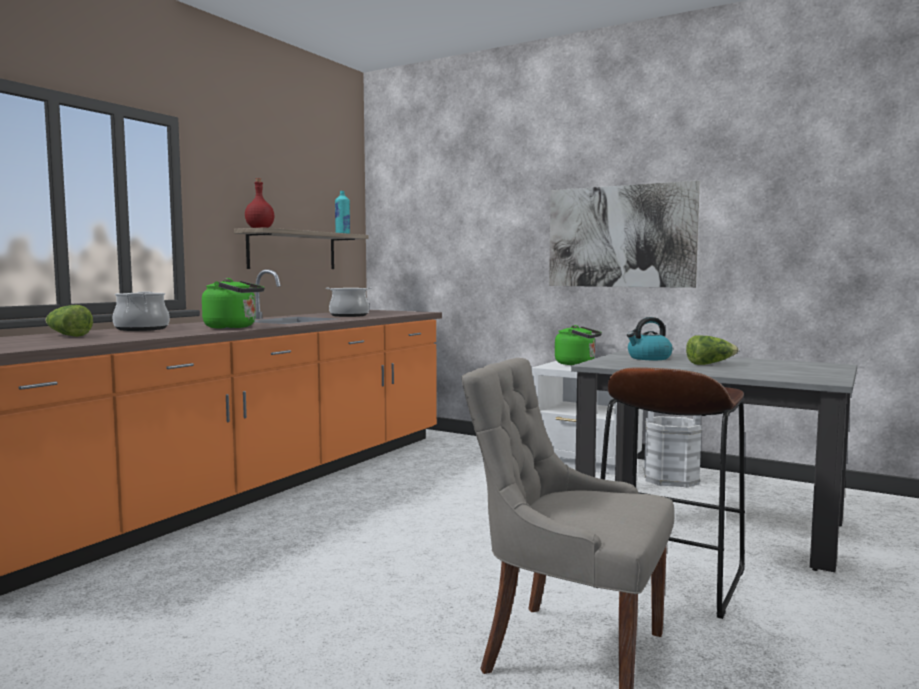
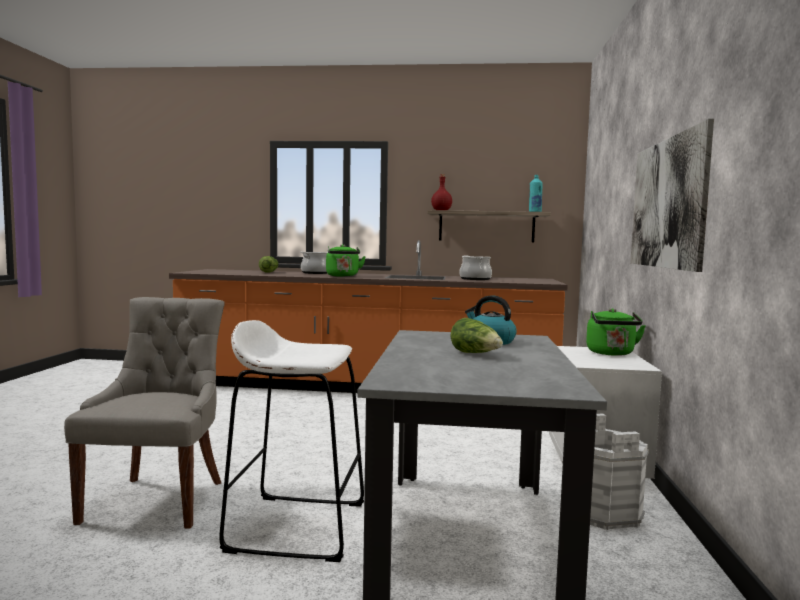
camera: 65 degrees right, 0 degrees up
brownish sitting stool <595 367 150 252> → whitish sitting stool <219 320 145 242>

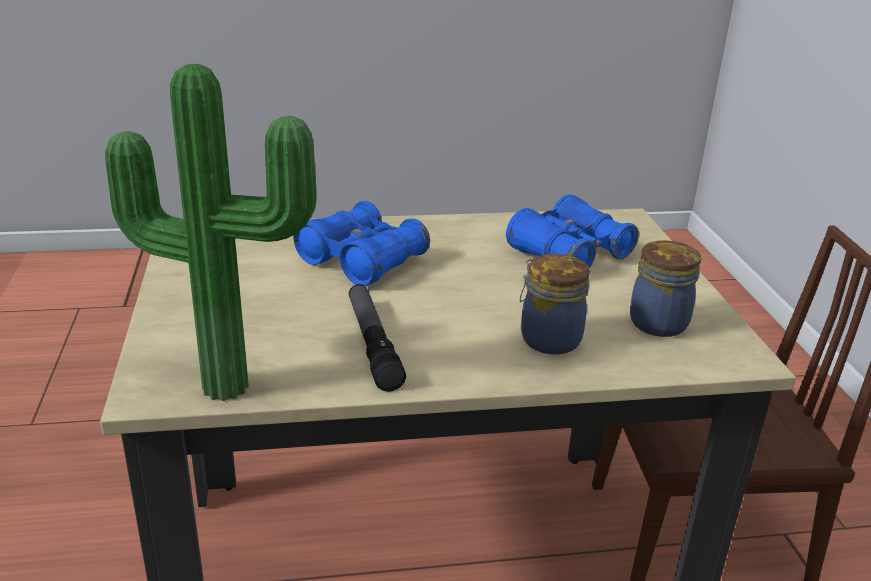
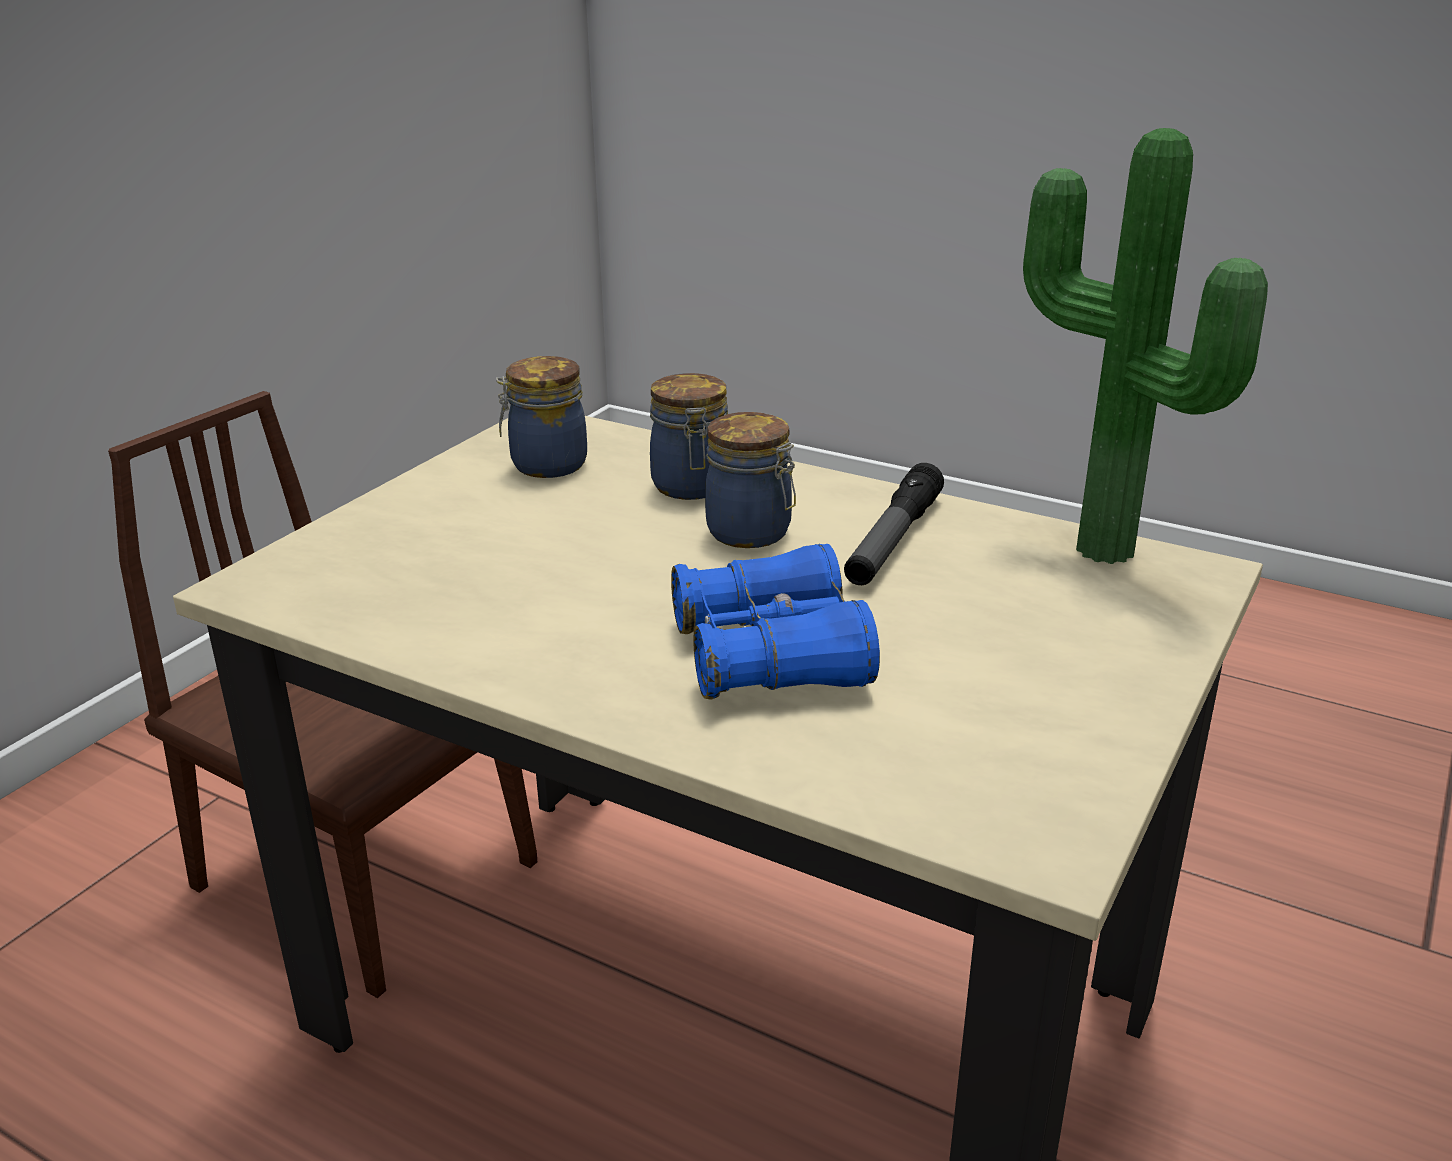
camera: 140 degrees left, 0 degrees up
blue pair of binoculars <506 194 133 74> → -
- → preserve jar <705 412 91 136>

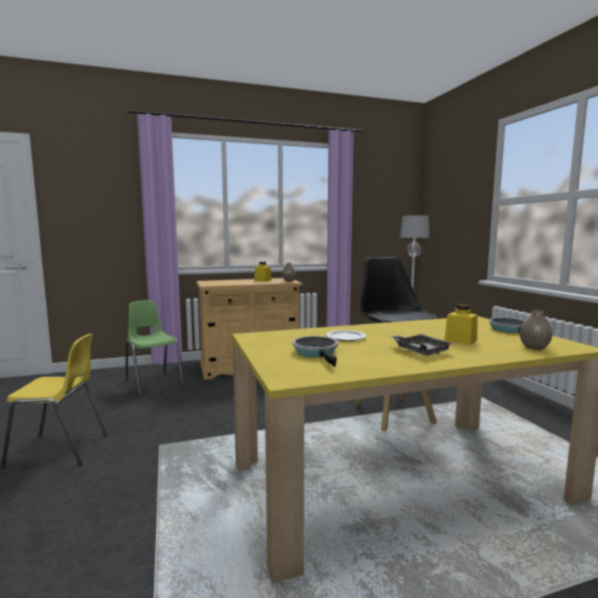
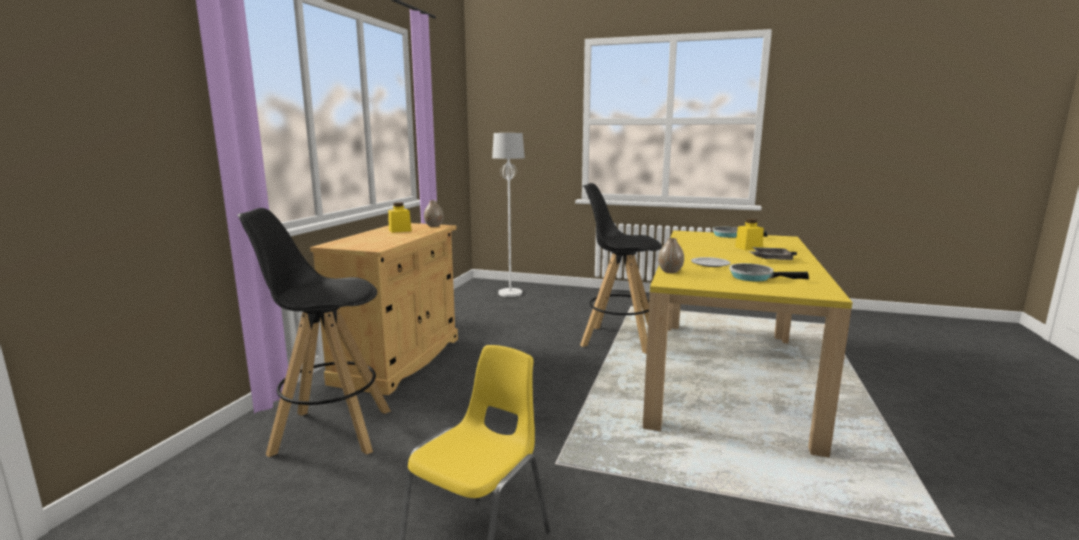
camera: 55 degrees left, 5 degrees up
vase <520 310 32 40> → vase <658 238 26 35>, moved
green-coloured plain chair <126 300 58 95> → black-coloured sitting stool <237 208 154 249>

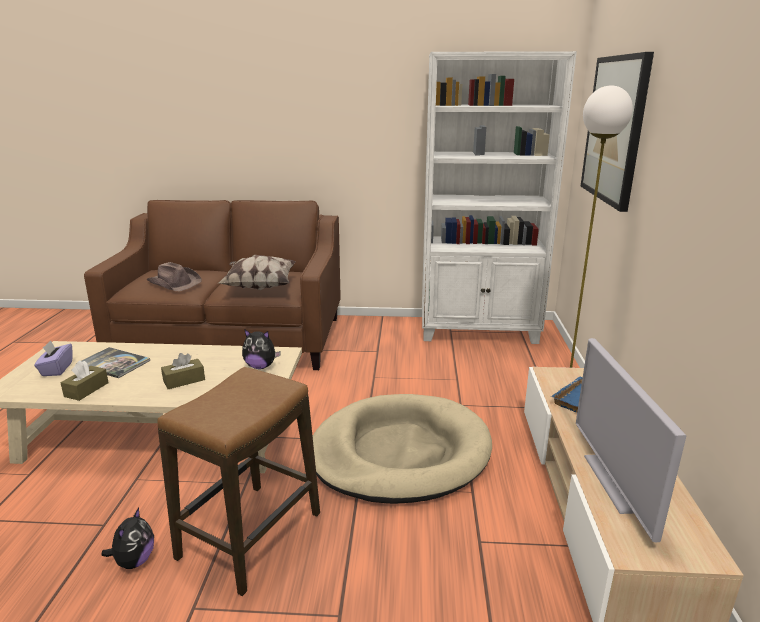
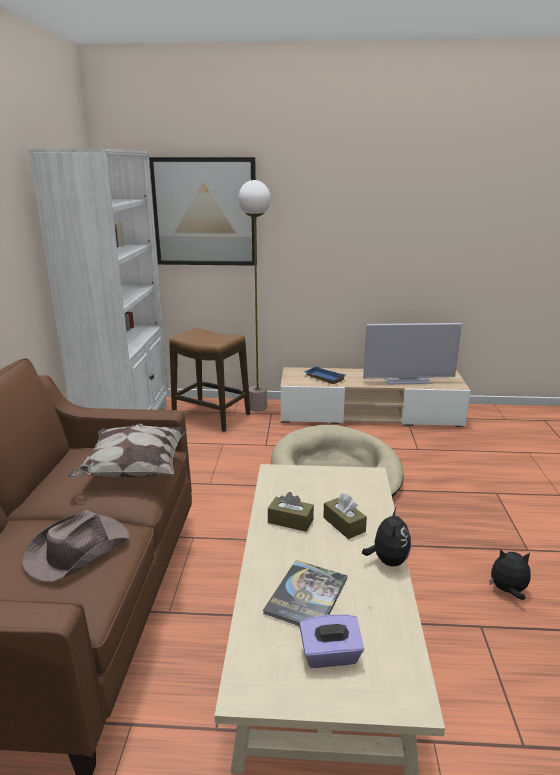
camera: 90 degrees left, 0 degrees up
brownish tissue holder <60 361 49 40> → brownish tissue holder <268 492 46 40>, moved
sitting stool <157 367 163 229> → sitting stool <170 328 80 104>, moved
soft toy <242 329 39 40> → soft toy <362 506 49 60>, moved

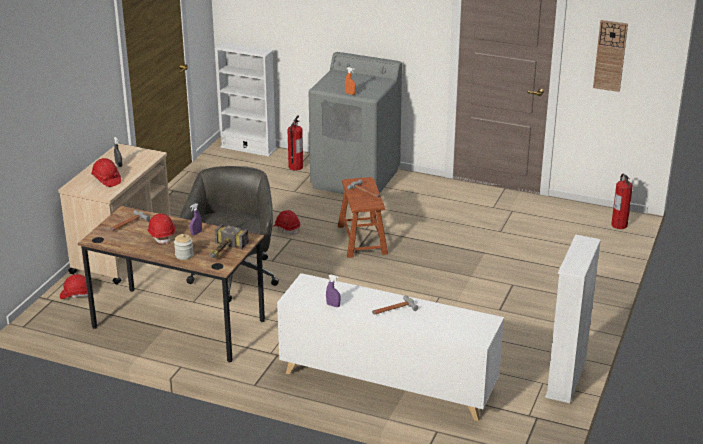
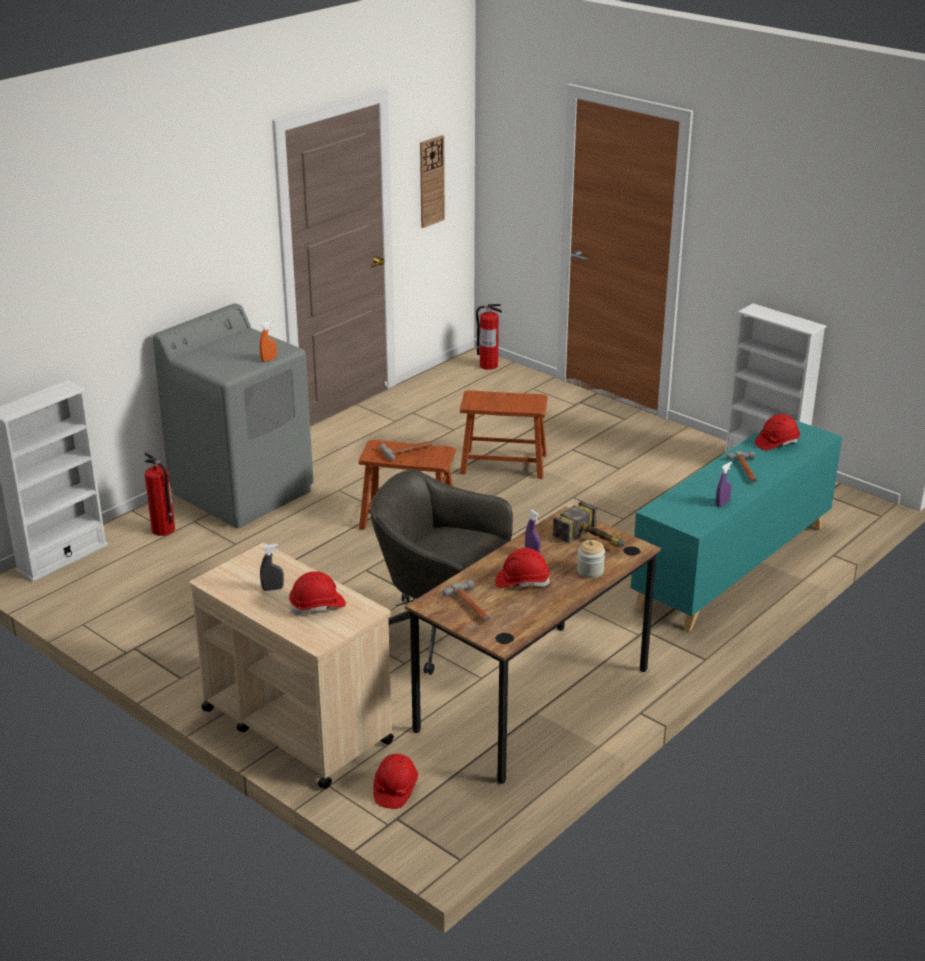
camera: 70 degrees left, 0 degrees up
- → brownish sitting stool <460 390 88 89>
reddish work helmet <273 210 28 25> → reddish work helmet <755 414 45 37>, moved
whitish storage cabinet <277 273 227 148> → turquoise storage cabinet <631 420 211 212>

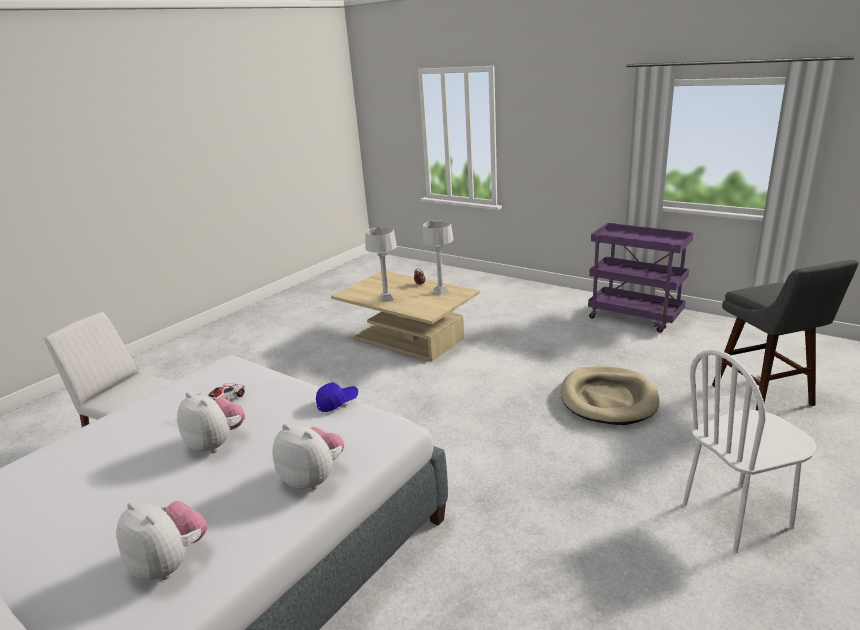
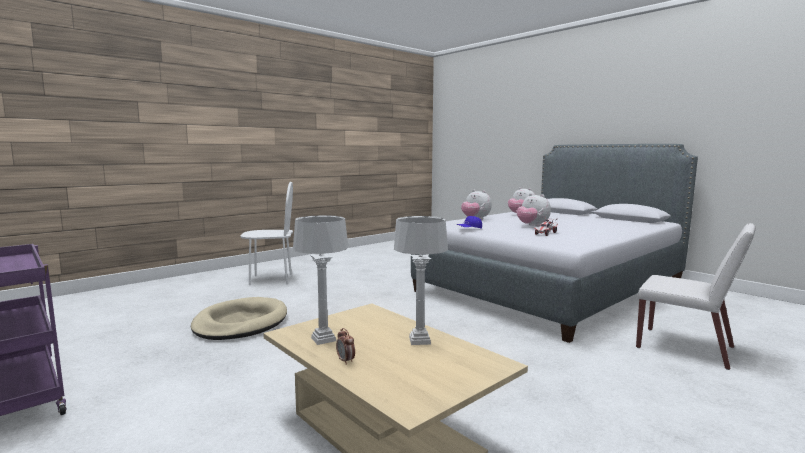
camera: 170 degrees left, 15 degrees down
greyish sitting stool <712 260 147 151> → -

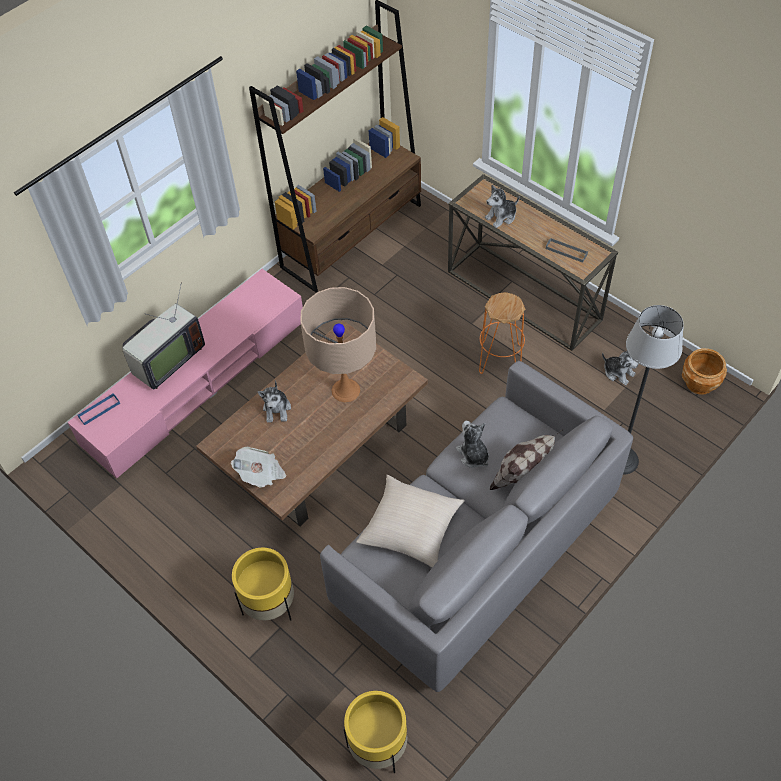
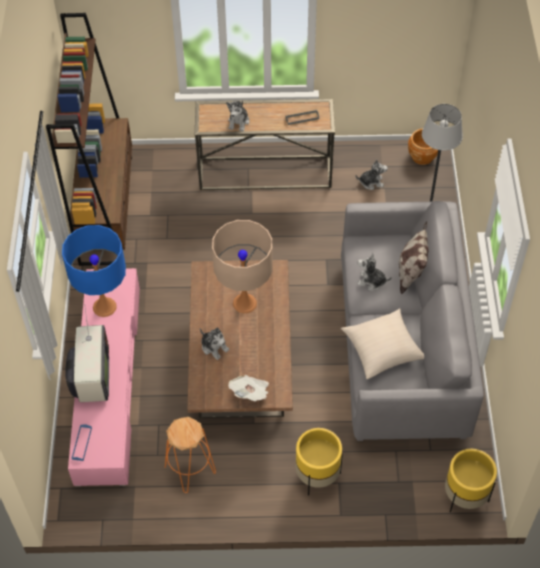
camera: 45 degrees left, 0 degrees up
- → blue table lamp <62 225 64 92>
orange-coloured sitting stool <479 292 46 82> → orange-coloured sitting stool <165 417 51 76>, moved

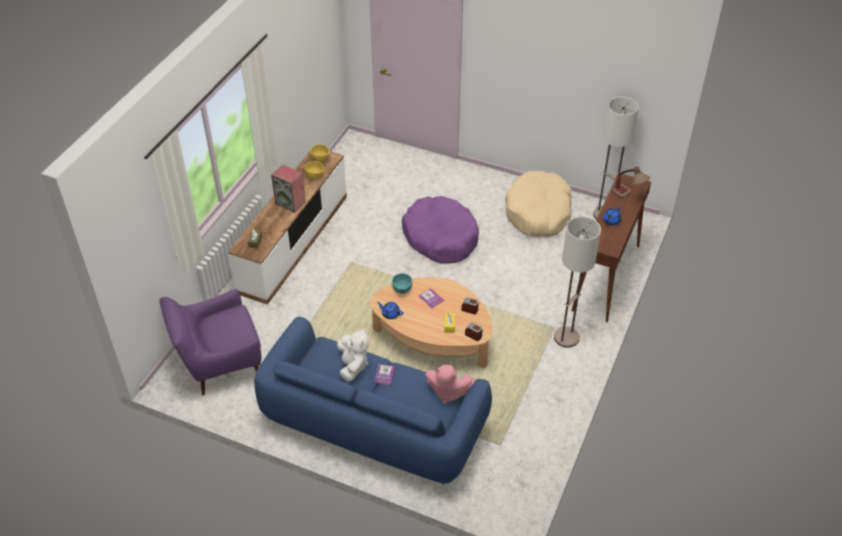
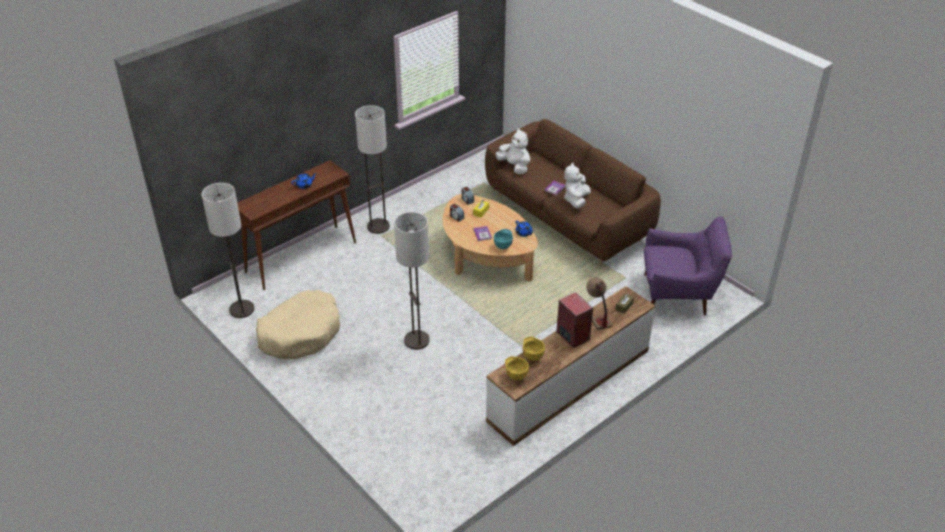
camera: 155 degrees left, 5 degrees down
table lamp <612 167 38 31> → table lamp <586 277 26 53>, moved
purplish dog bed <402 196 77 68> → standard lamp <394 212 36 138>
blue settee <254 317 238 168> → brownish settee <485 119 176 146>
pink-coloured soft toy <425 365 50 39> → whitish soft toy <495 128 35 46>

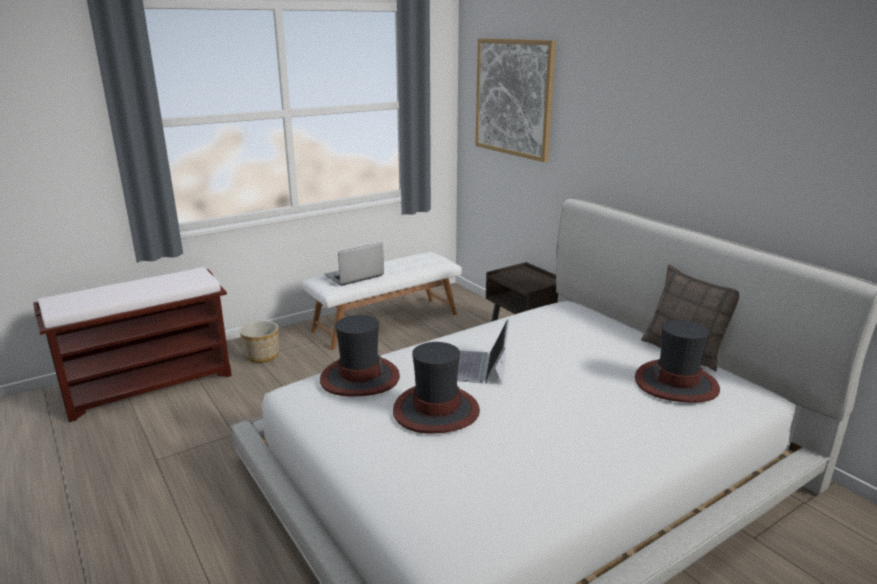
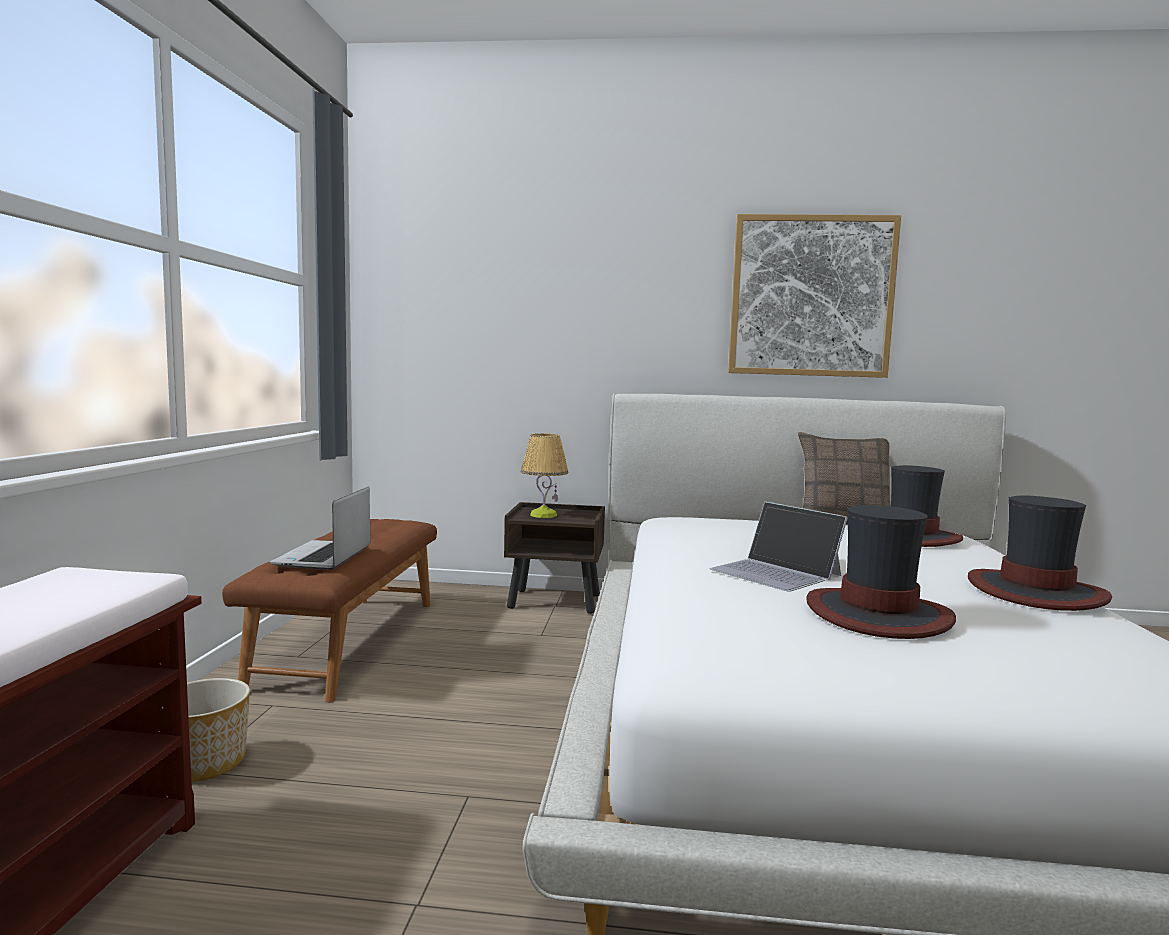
camera: 50 degrees left, 15 degrees down
- → table lamp <521 433 47 85>
clothing hat <320 315 80 81> → clothing hat <968 495 144 116>, moved
wall art <475 38 81 124> → wall art <728 214 173 164>, moved
whitish bench <303 252 159 98> → brownish bench <222 519 215 184>

